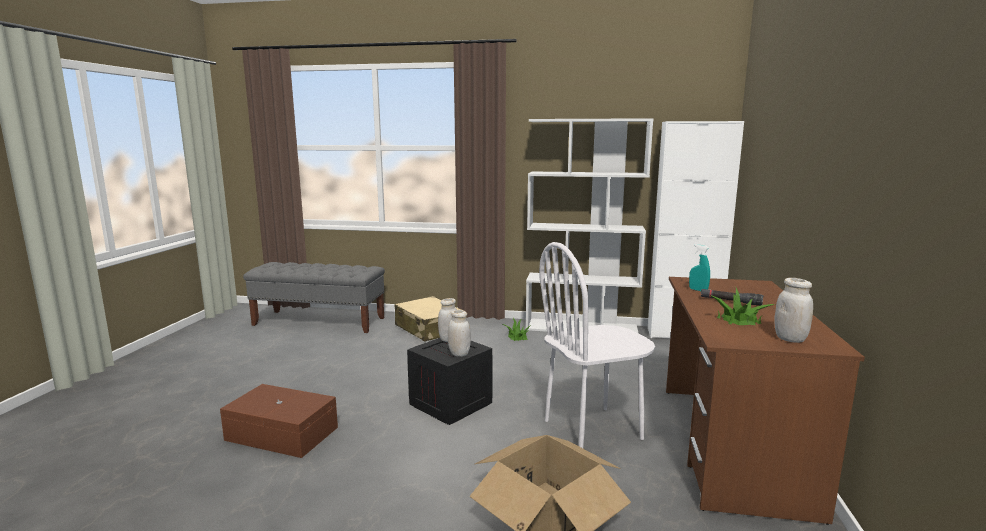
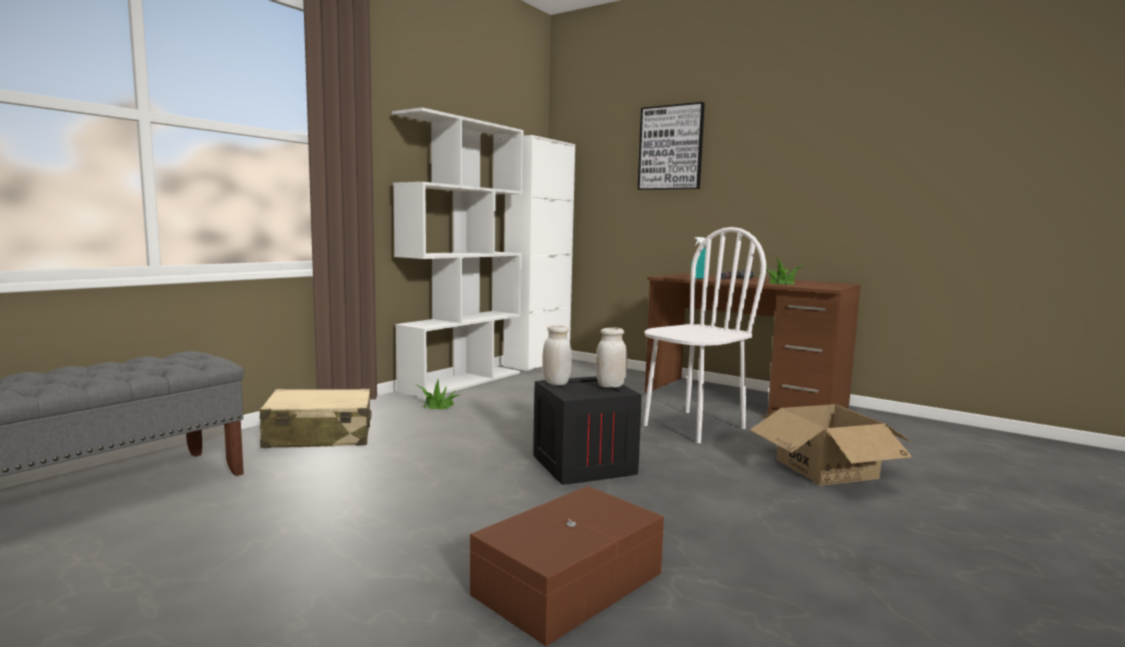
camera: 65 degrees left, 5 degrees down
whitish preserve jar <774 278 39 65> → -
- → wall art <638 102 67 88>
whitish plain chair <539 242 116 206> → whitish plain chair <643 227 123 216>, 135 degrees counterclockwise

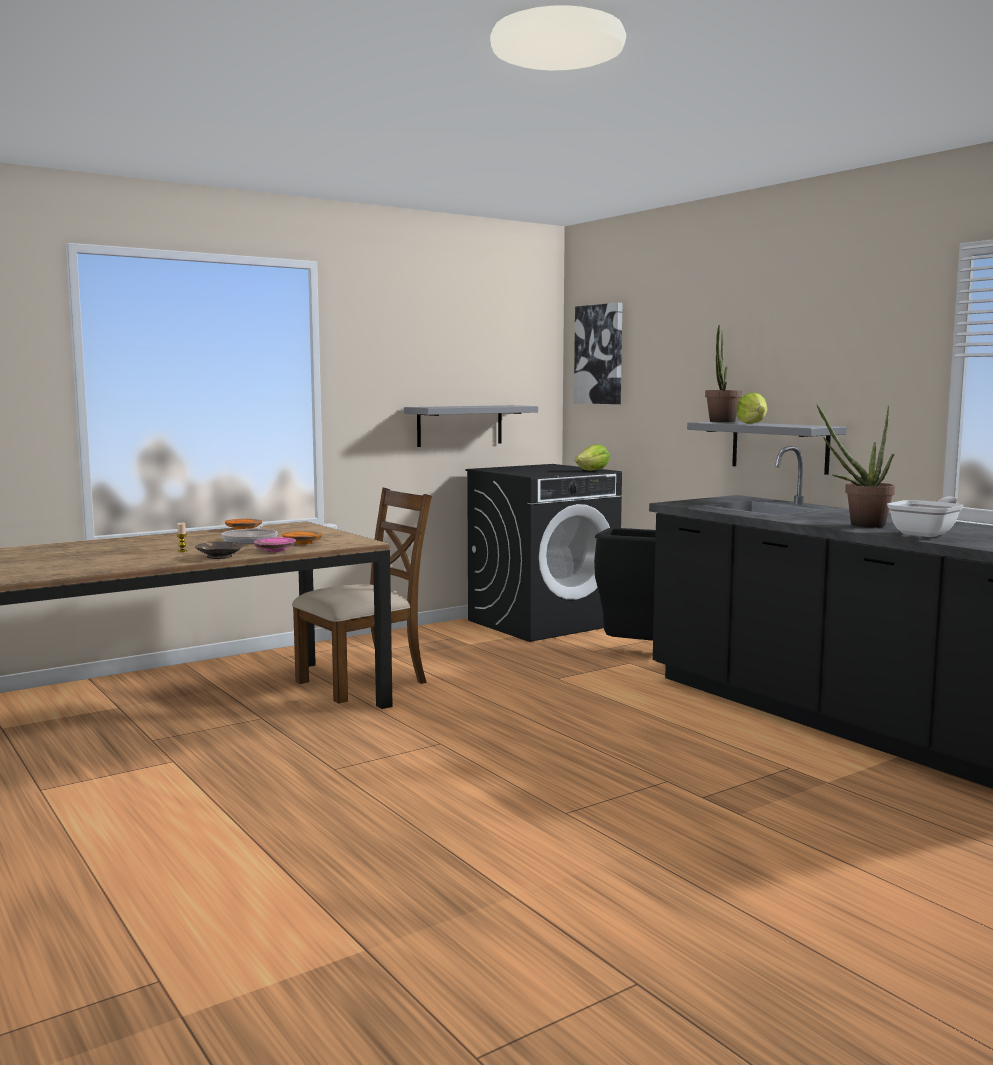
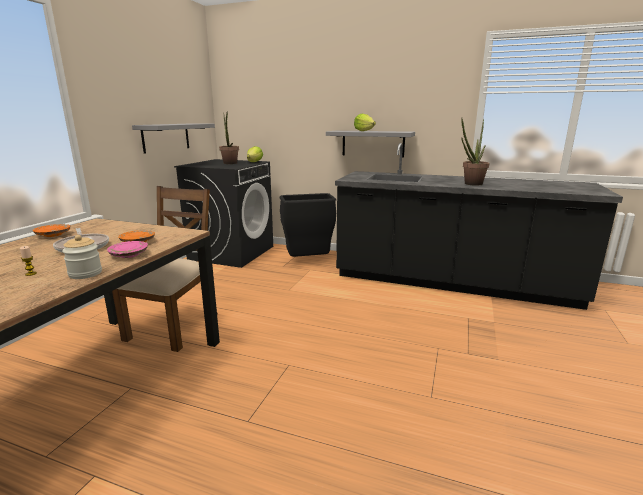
camera: 35 degrees left, 10 degrees up
wall art <574 303 48 101> → -
skillet <887 496 77 41> → -
plant in a pot <705 325 37 97> → plant in a pot <219 111 20 53>, moved
brownish deep dish <195 541 48 18> → preserve jar <62 235 40 44>

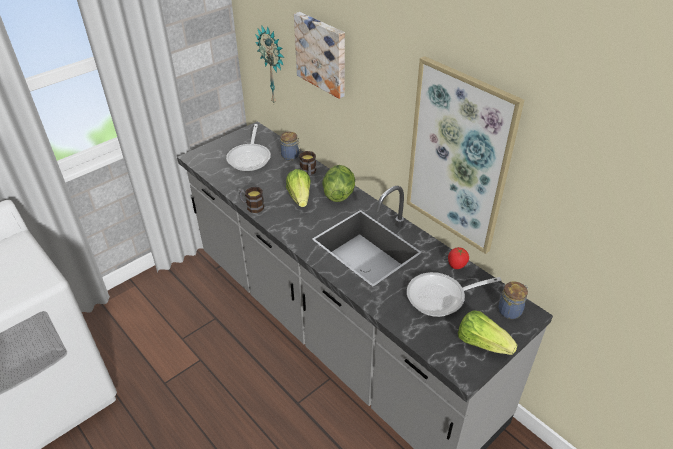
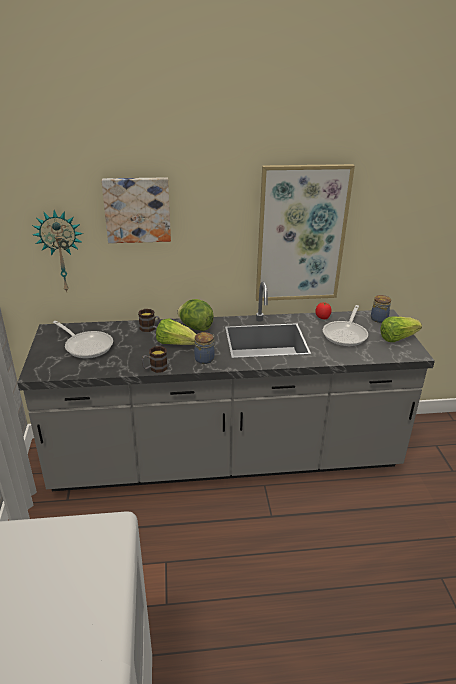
camera: 55 degrees left, 10 degrees down
preserve jar <280 131 21 29> → preserve jar <194 332 21 32>, moved

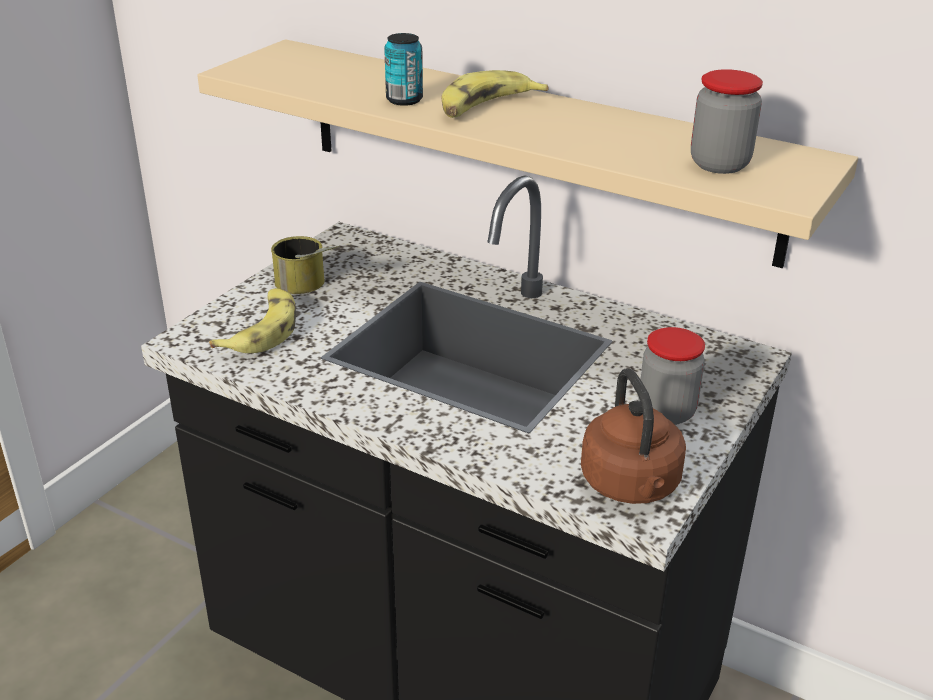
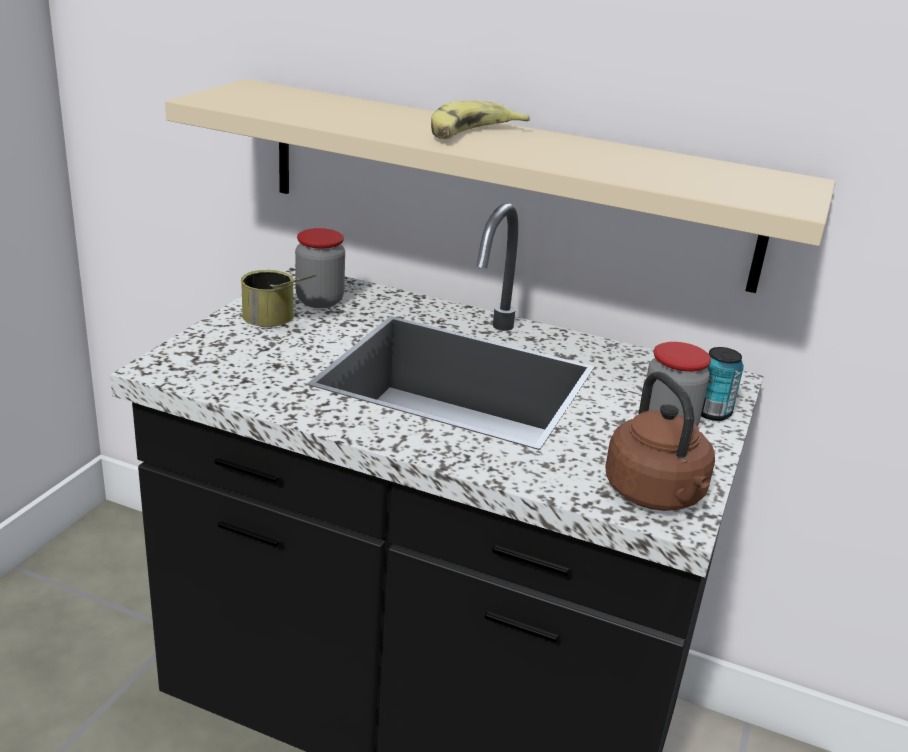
camera: 10 degrees left, 5 degrees down
banana <209 288 87 65> → -
sealed can <384 33 39 73> → sealed can <701 347 43 74>, moved
preserve jar <691 69 72 105> → preserve jar <295 228 50 80>, moved

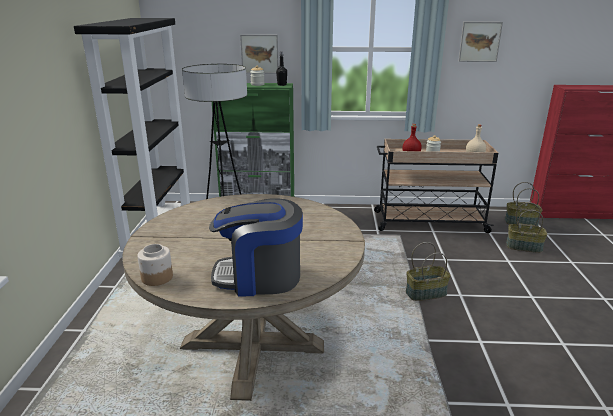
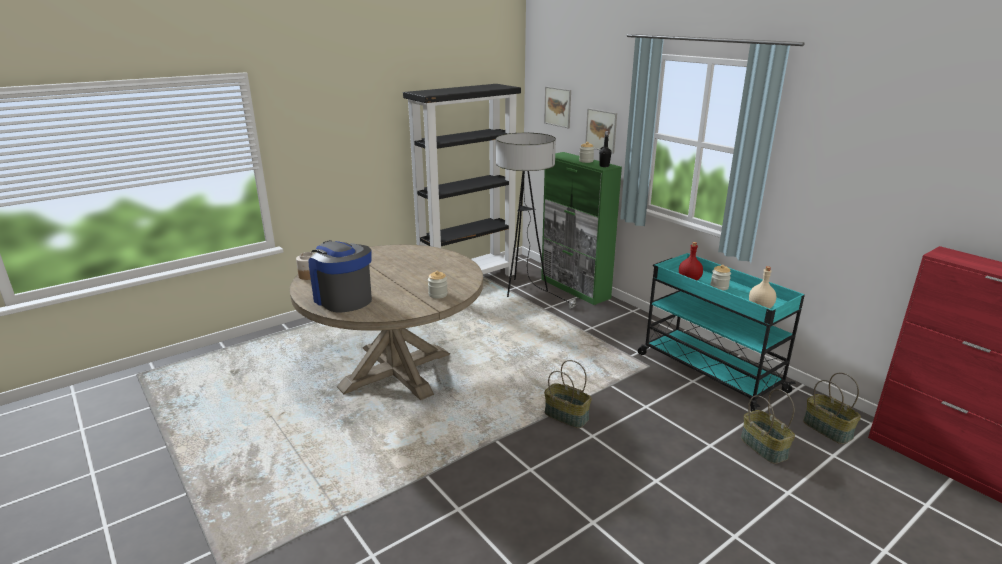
camera: 50 degrees right, 0 degrees up
- → preserve jar <428 271 20 28>
wall art <458 22 45 40> → wall art <544 86 27 42>, moved
sand-coloured wheeled cart <374 139 124 94> → turquoise wheeled cart <638 253 167 159>

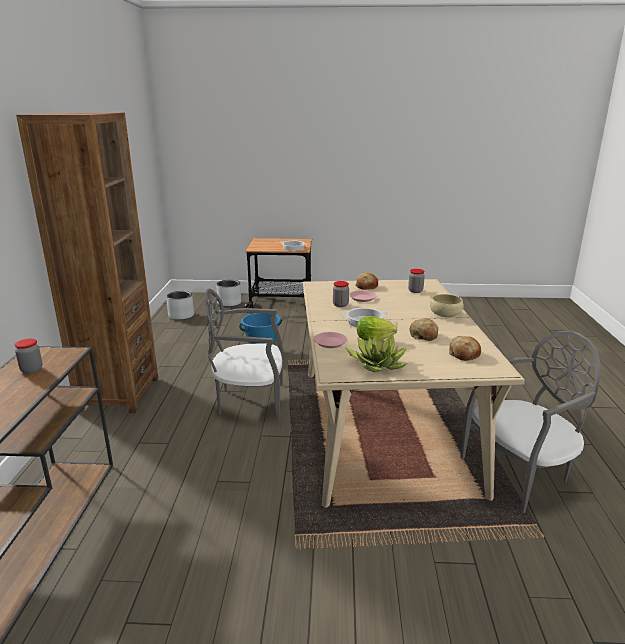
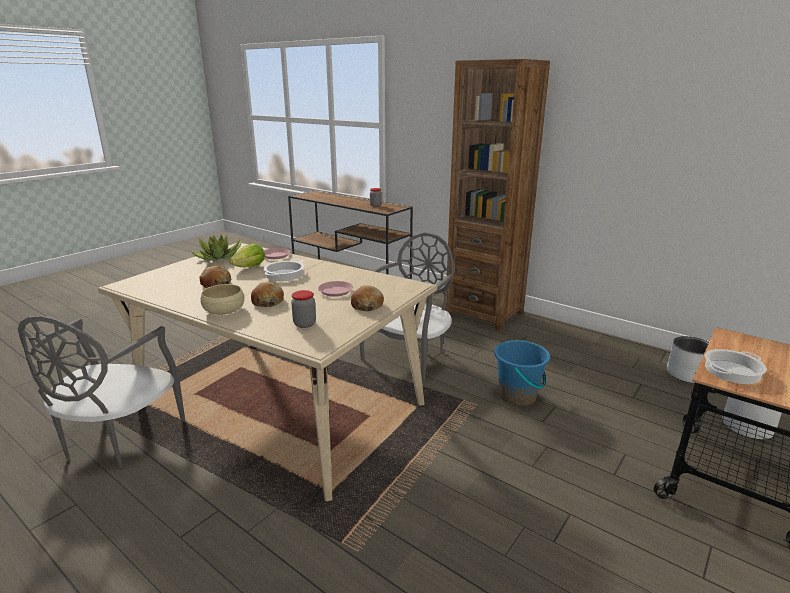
camera: 125 degrees right, 0 degrees up
preserve jar <333 281 16 26> → -
bread <449 336 32 25> → bread <251 282 33 25>, moved

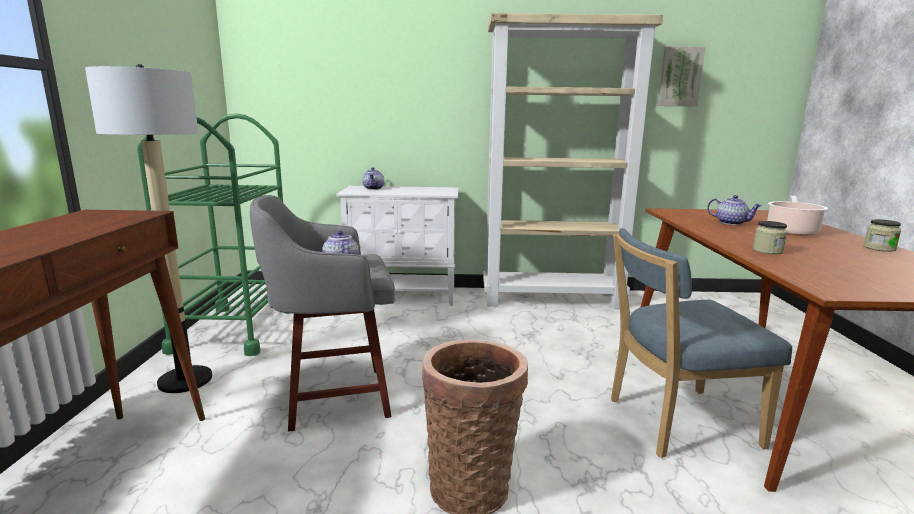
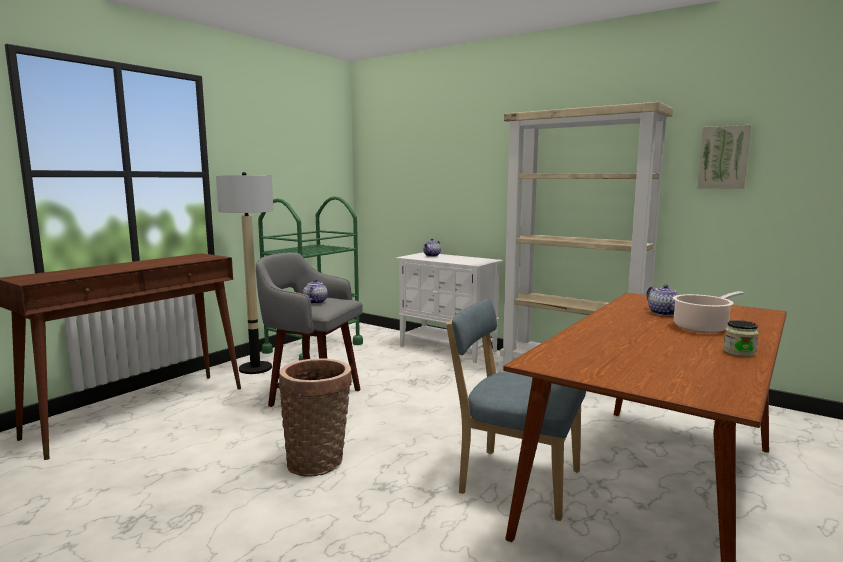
camera: 35 degrees right, 5 degrees down
preserve jar <753 221 34 33> → -

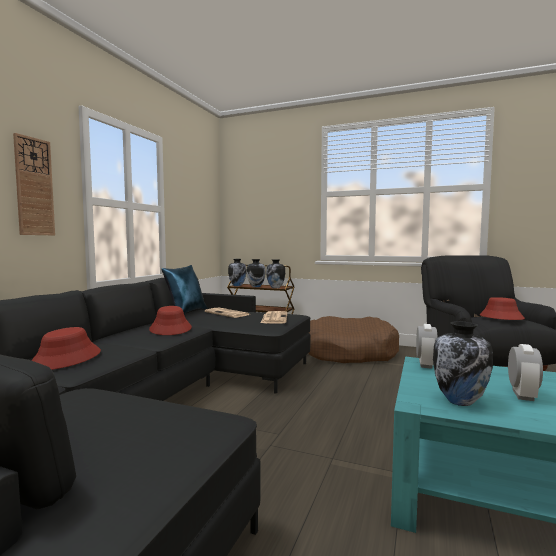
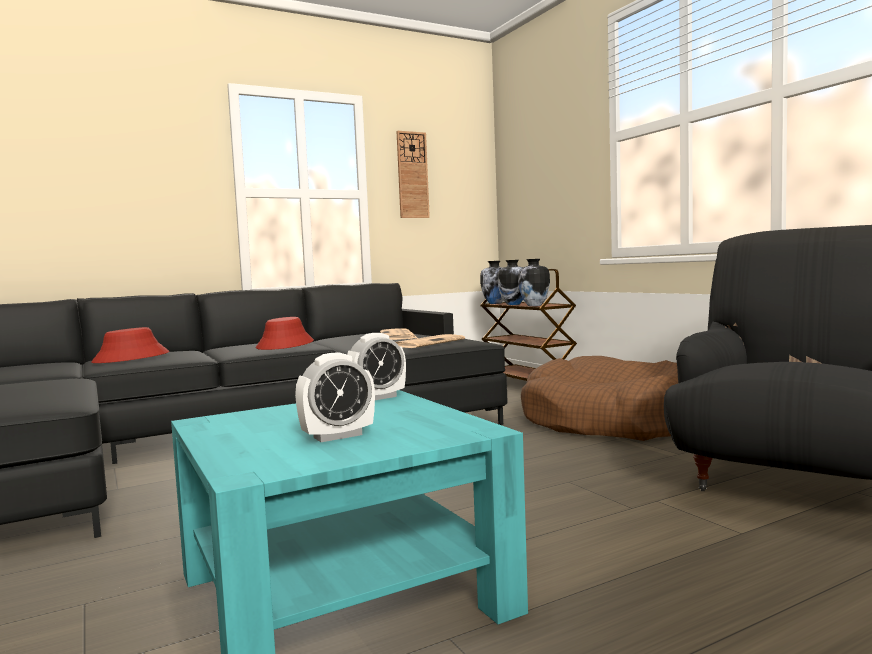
camera: 40 degrees right, 0 degrees up
blue throw pillow <162 265 46 49> → -
vase <433 321 60 85> → -
reddish clothing hat <480 297 45 23> → -
hanging clock <13 133 42 102> → hanging clock <396 131 34 87>, moved

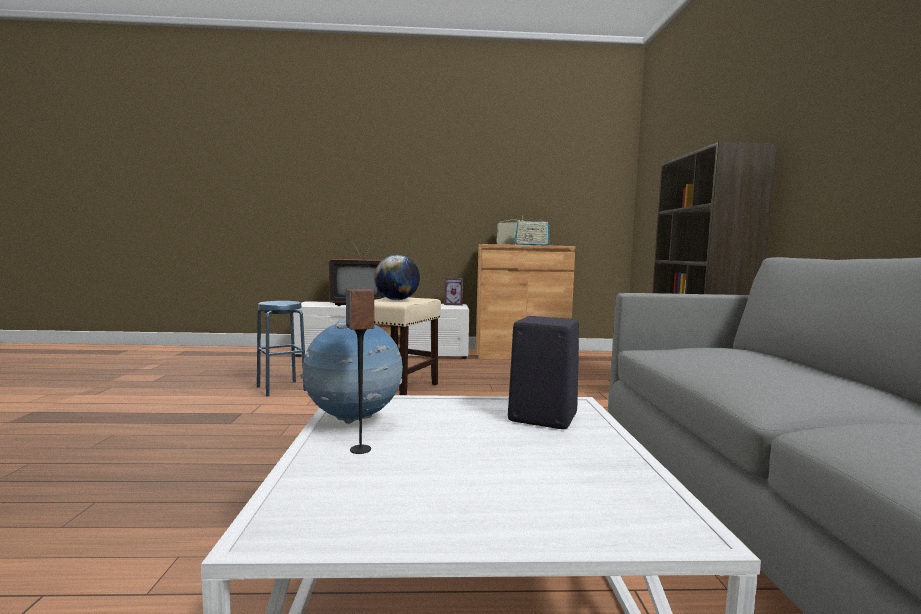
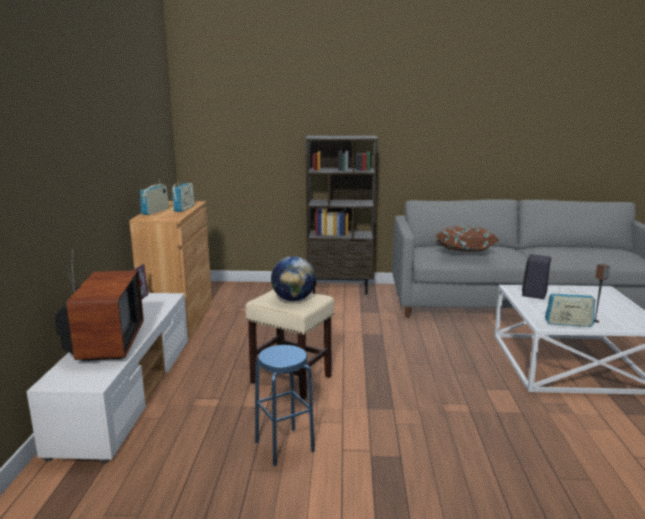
camera: 85 degrees left, 10 degrees up
- → brownish throw pillow <436 226 63 26>
desk globe <300 318 103 106> → radio <545 288 50 39>

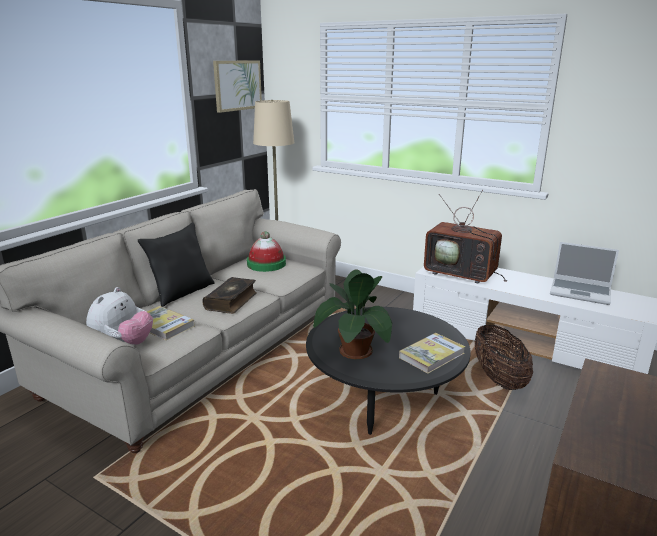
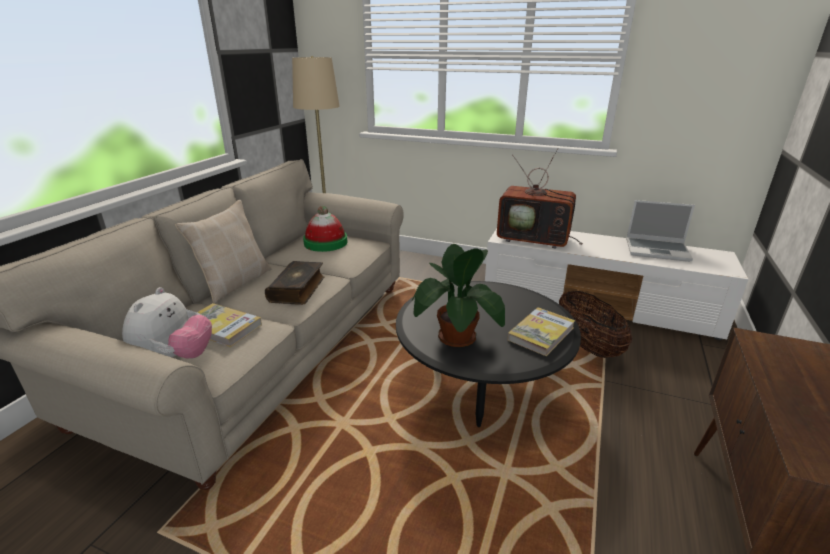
camera: 10 degrees left, 5 degrees up
wall art <213 60 49 53> → -
black-coloured throw pillow <138 222 77 85> → sand-coloured throw pillow <175 200 97 103>

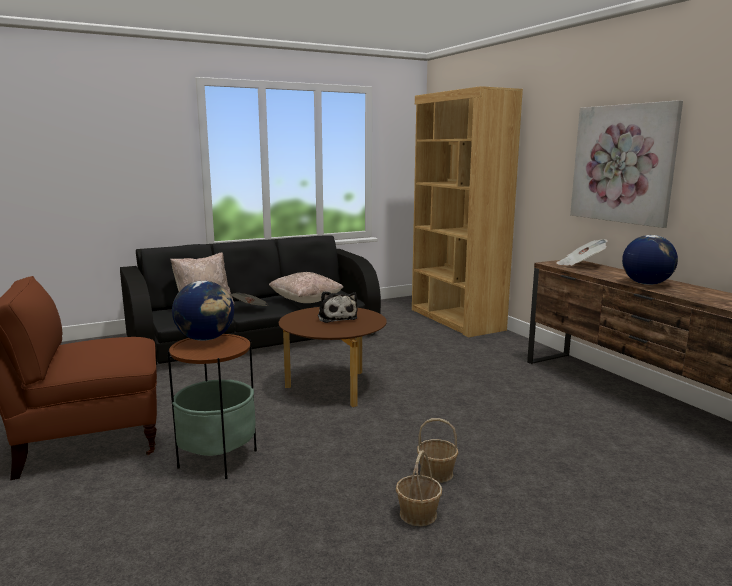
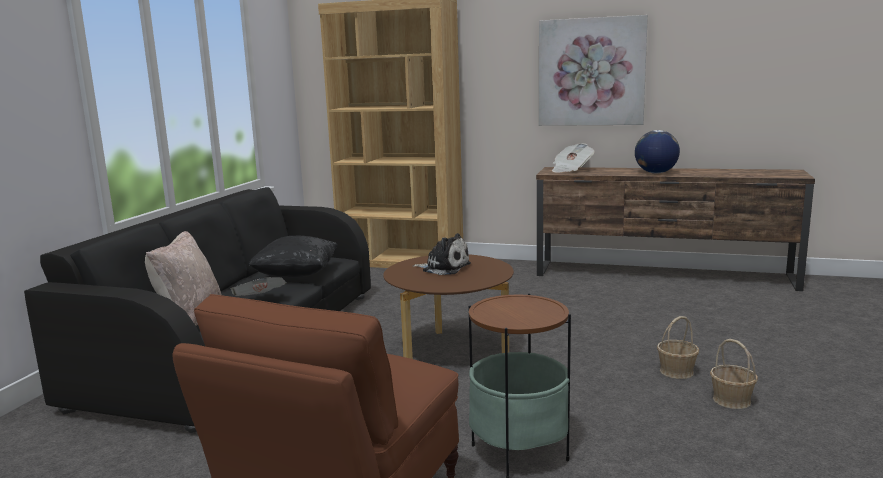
camera: 45 degrees left, 0 degrees up
desk globe <172 281 62 60> → -
sand-coloured throw pillow <269 272 74 31> → black-coloured throw pillow <248 236 90 41>

